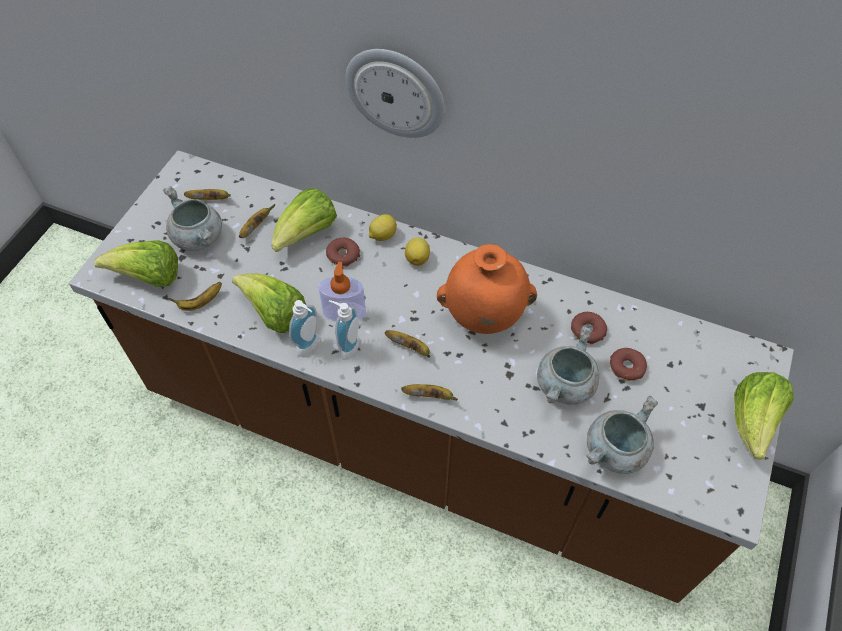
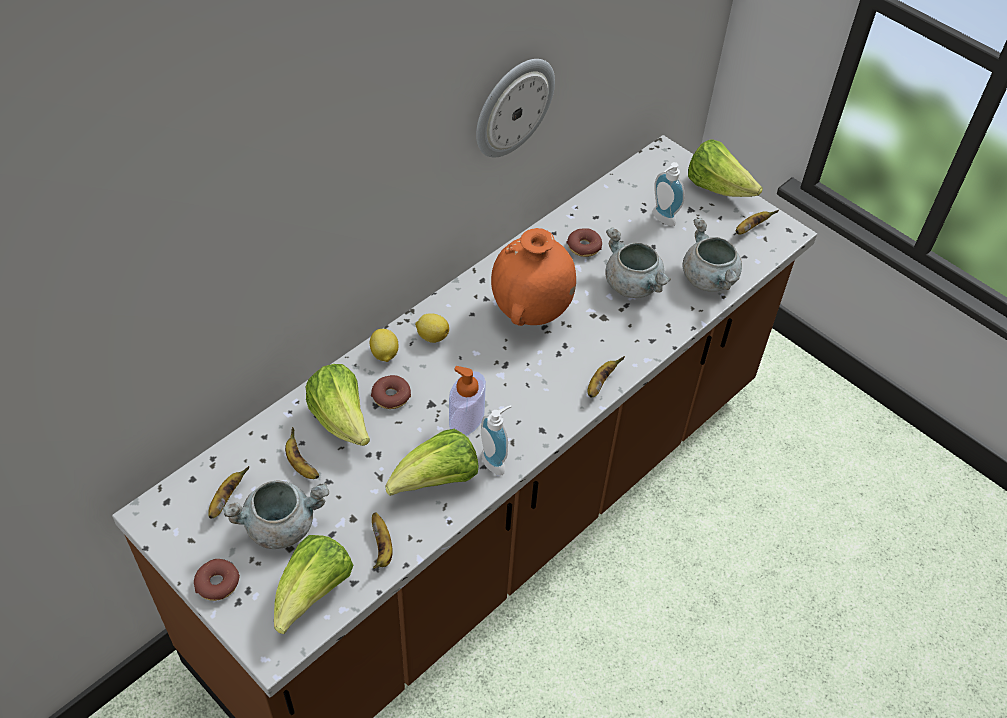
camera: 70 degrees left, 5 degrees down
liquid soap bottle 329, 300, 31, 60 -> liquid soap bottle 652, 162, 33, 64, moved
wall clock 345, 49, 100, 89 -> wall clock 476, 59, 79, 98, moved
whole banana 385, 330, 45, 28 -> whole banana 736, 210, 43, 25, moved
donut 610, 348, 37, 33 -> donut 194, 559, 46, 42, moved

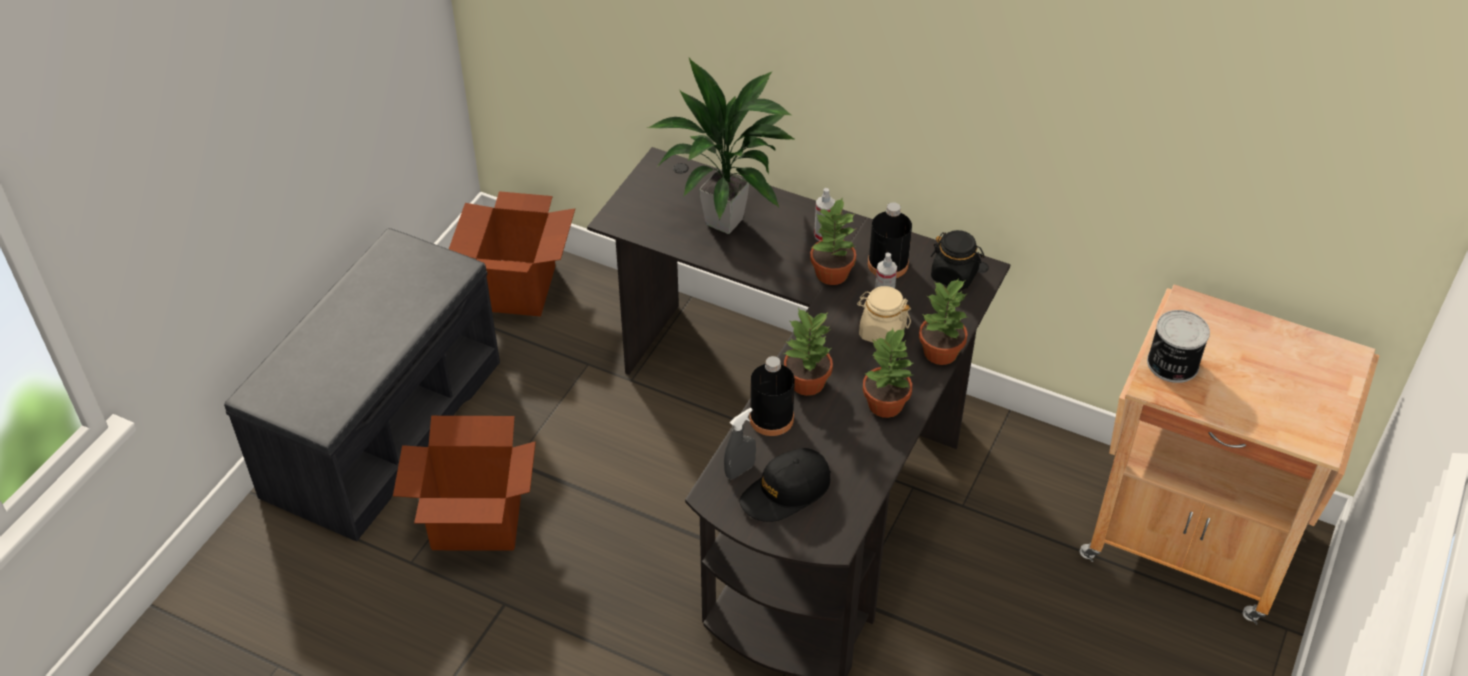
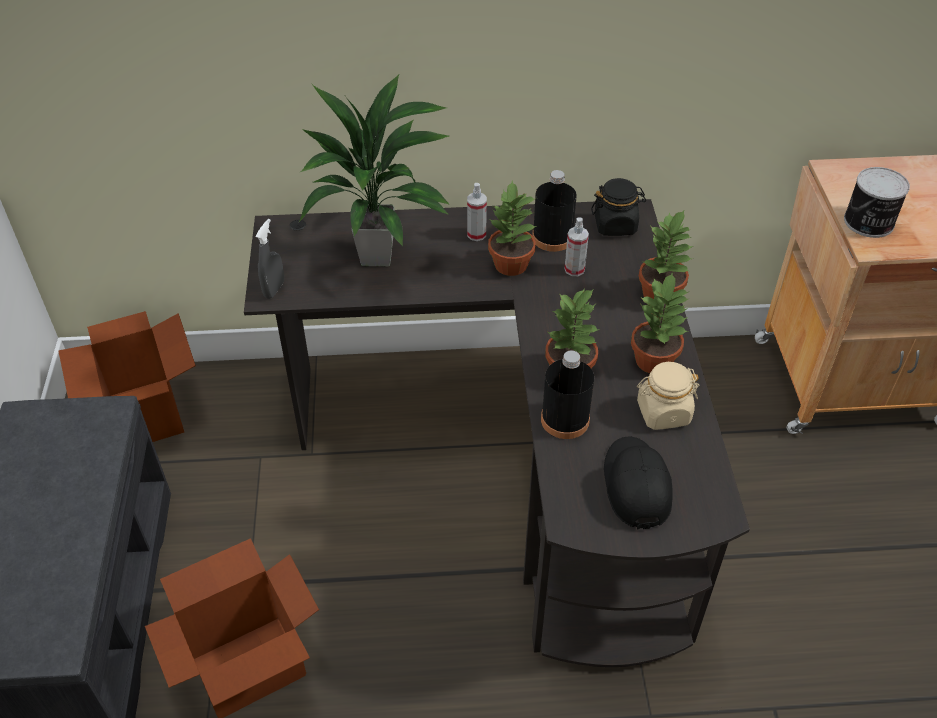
camera: 30 degrees left, 0 degrees up
grey sprayer 724, 408, 32, 71 -> grey sprayer 256, 219, 28, 80, moved
black-coloured cap 739, 448, 92, 74 -> black-coloured cap 604, 437, 69, 92, 150 degrees clockwise
beige storage jar 857, 286, 54, 57 -> beige storage jar 637, 362, 62, 68, moved

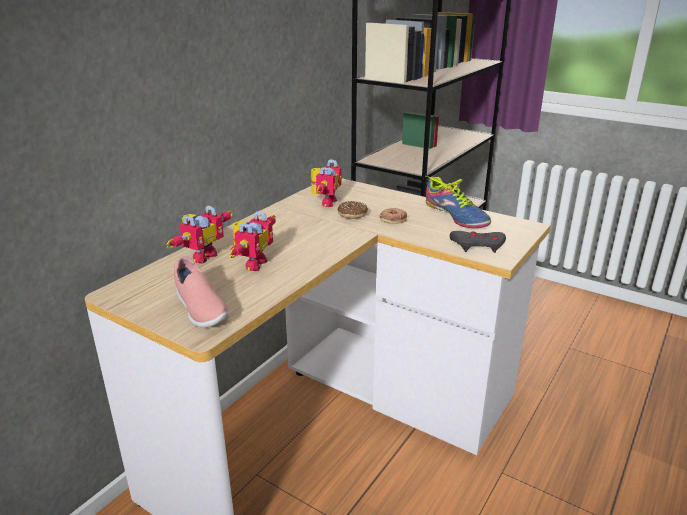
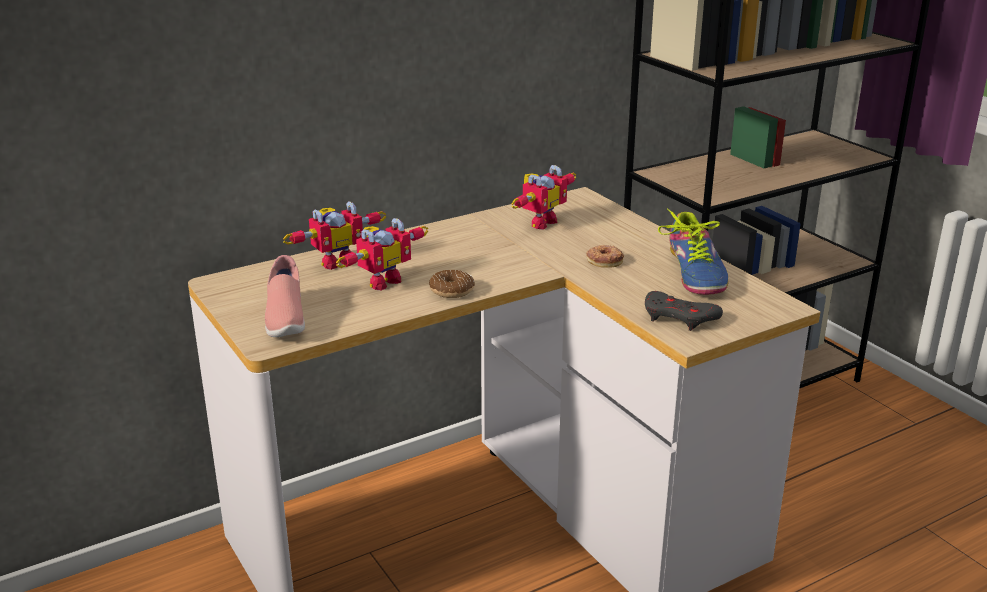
camera: 25 degrees right, 0 degrees up
donut 338, 201, 30, 18 -> donut 429, 270, 46, 28, moved

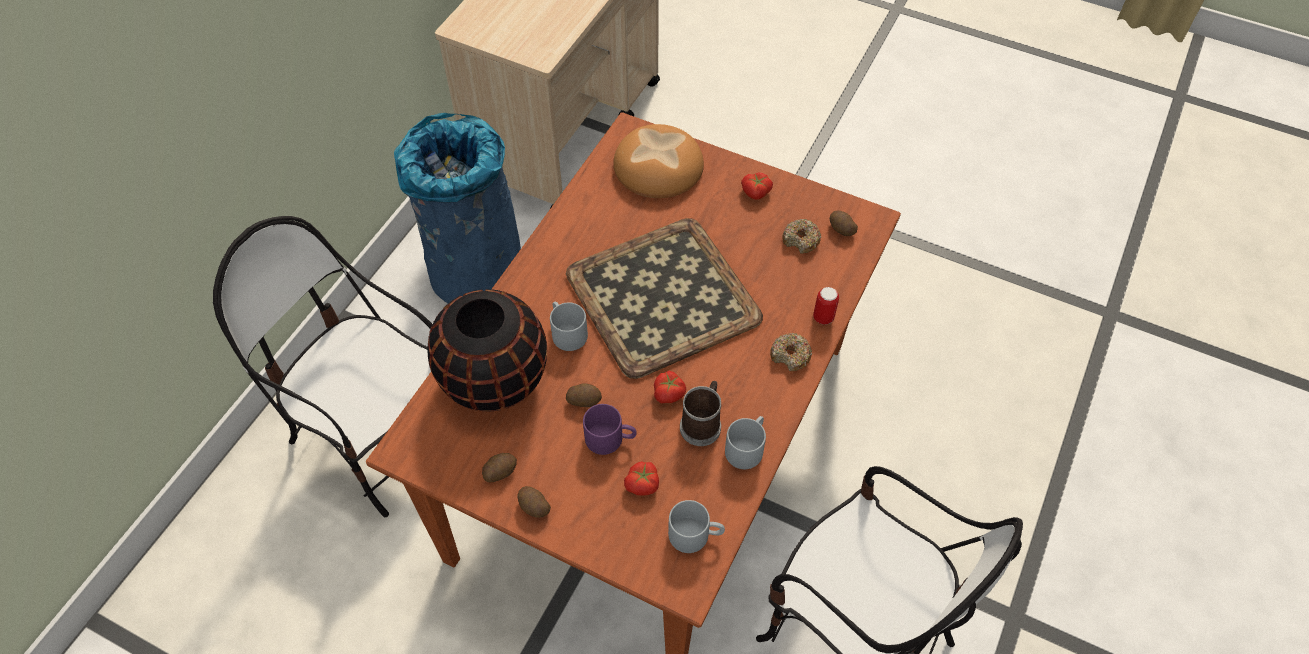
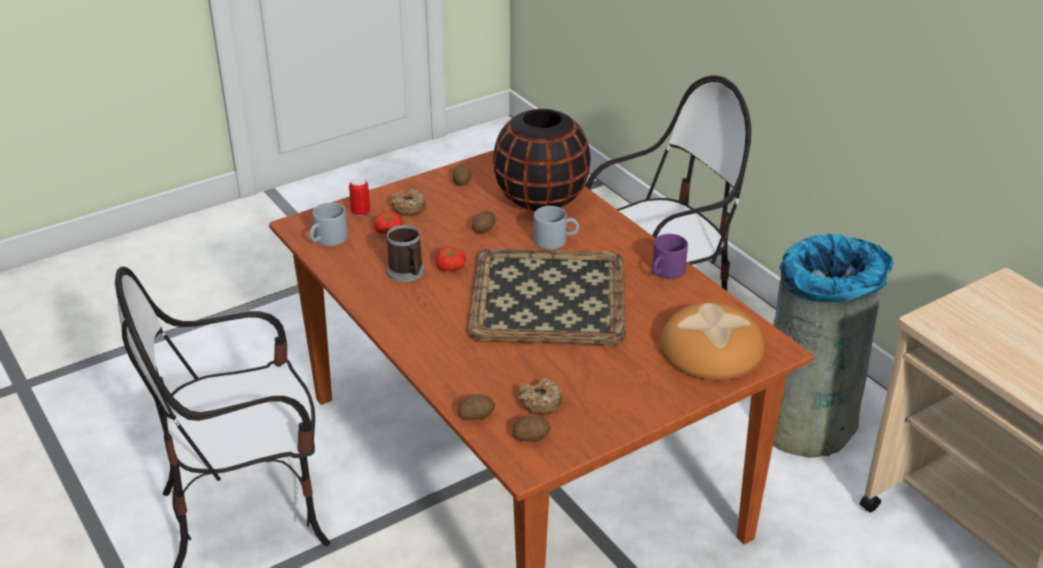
camera: 120 degrees right, 20 degrees down
blue-coloured waste bin 394, 113, 127, 190 -> grey waste bin 773, 234, 121, 224
potato 517, 486, 34, 32 -> potato 458, 394, 37, 26, moved
purple tea mug 583, 404, 53, 51 -> purple tea mug 652, 234, 36, 45, moved
grey tea mug 725, 416, 41, 53 -> none
tomato 741, 172, 32, 28 -> none
donut 770, 333, 42, 38 -> donut 391, 189, 36, 27, moved
can 813, 287, 26, 38 -> can 349, 178, 21, 38, moved

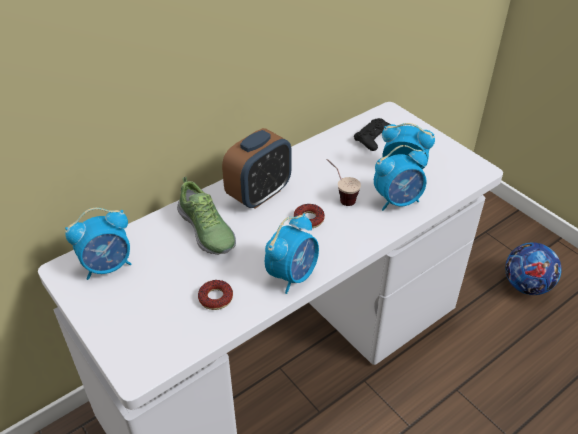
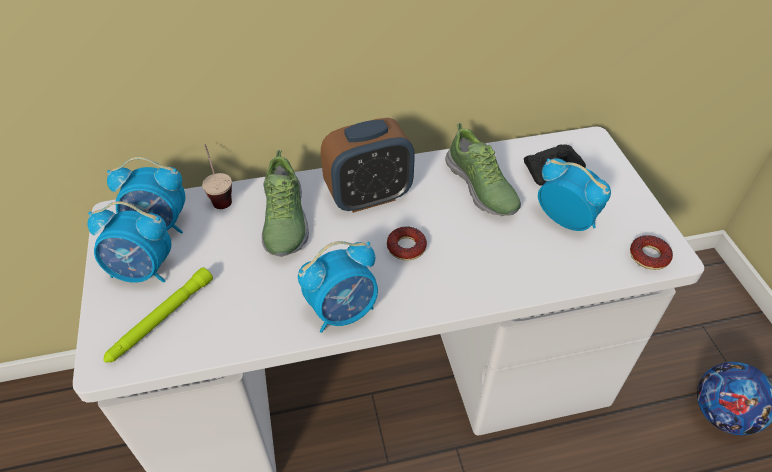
camera: 25 degrees right, 5 degrees up
donut 198, 280, 35, 30 -> donut 630, 235, 43, 35, moved
small cup 326, 159, 35, 47 -> small cup 202, 144, 30, 65, moved
table clock 374, 145, 54, 66 -> table clock 88, 201, 84, 82, moved
none -> greenish flashlight 103, 267, 110, 96
none -> shoe 445, 123, 76, 93

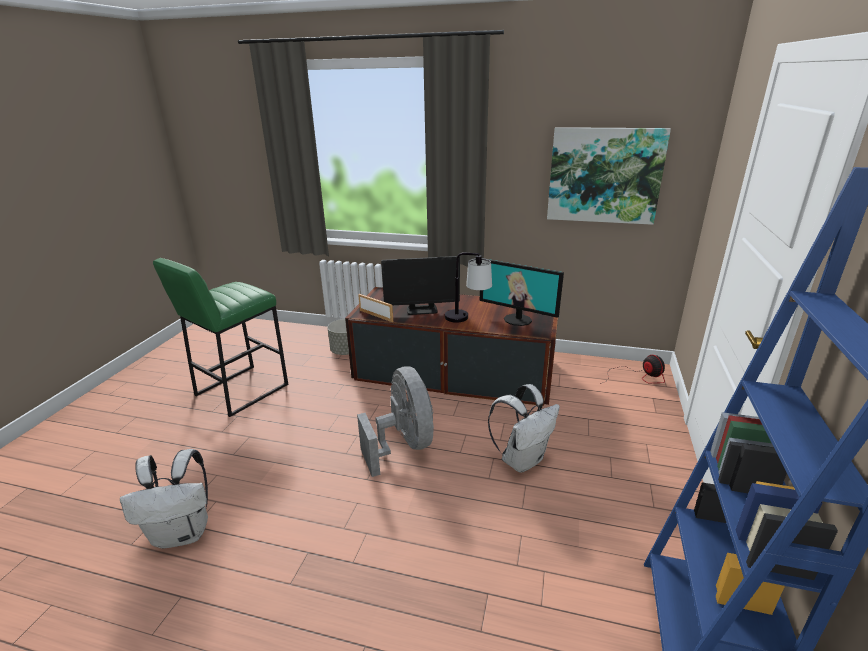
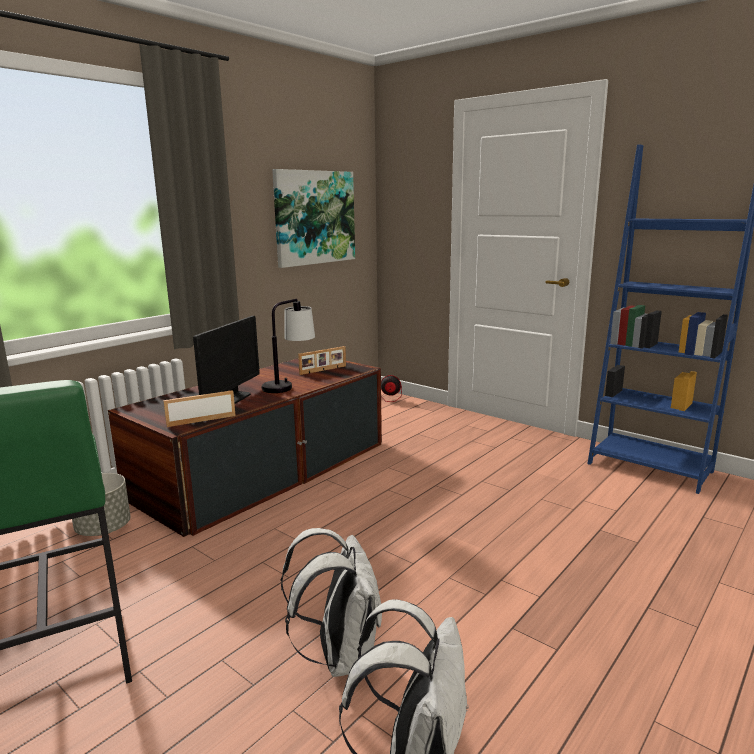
camera: 65 degrees left, 10 degrees down
grey cooling fan 357, 366, 77, 111 -> none
computer screen 479, 259, 85, 67 -> picture frame 298, 346, 48, 29
white rucksack 488, 384, 72, 88 -> white rucksack 281, 528, 101, 149, moved

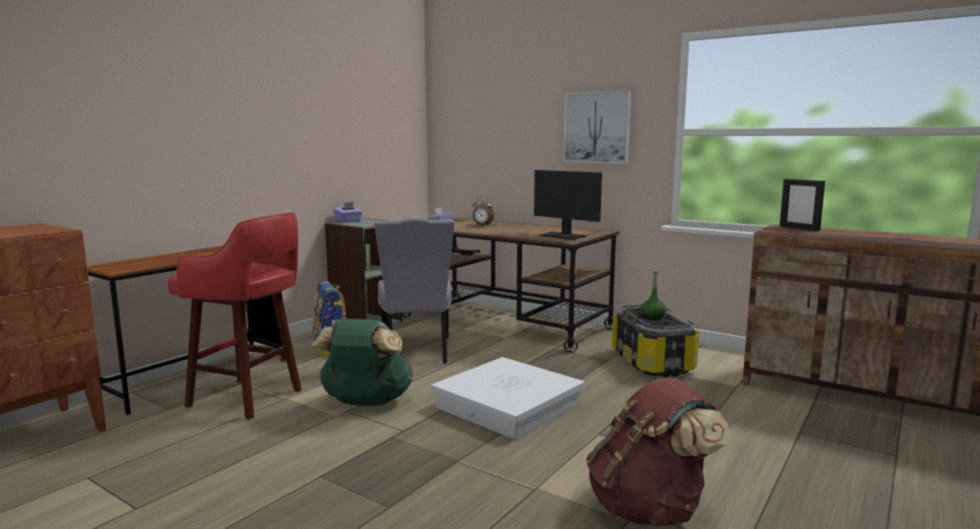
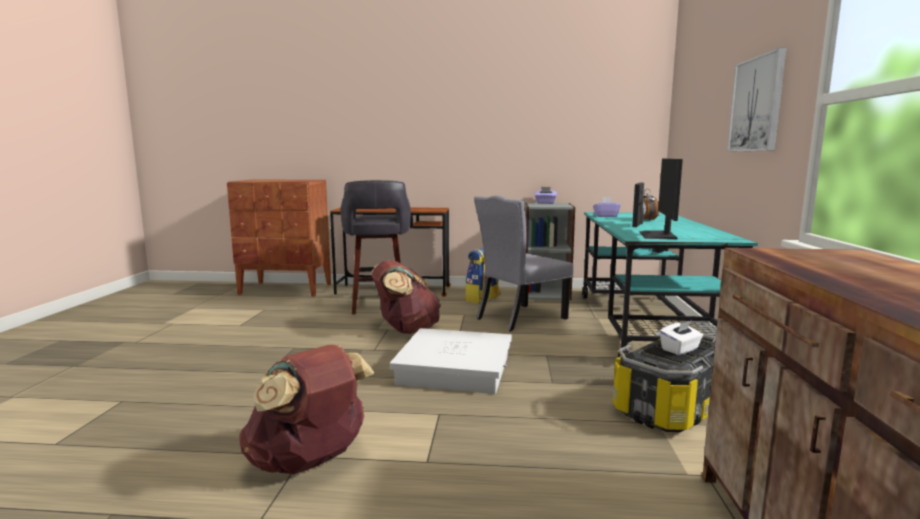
camera: 60 degrees right, 0 degrees up
red-coloured stool 168, 213, 134, 206 -> grey stool 340, 180, 71, 134
greenish rucksack 312, 319, 101, 87 -> brown rucksack 371, 260, 70, 74
brown desk table 402, 217, 217, 136 -> turquoise-coloured desk table 582, 212, 176, 145
greenish drink bottle 641, 271, 25, 48 -> white box of tissues 660, 320, 43, 35
picture frame 780, 179, 45, 52 -> picture frame 632, 183, 12, 44, moved

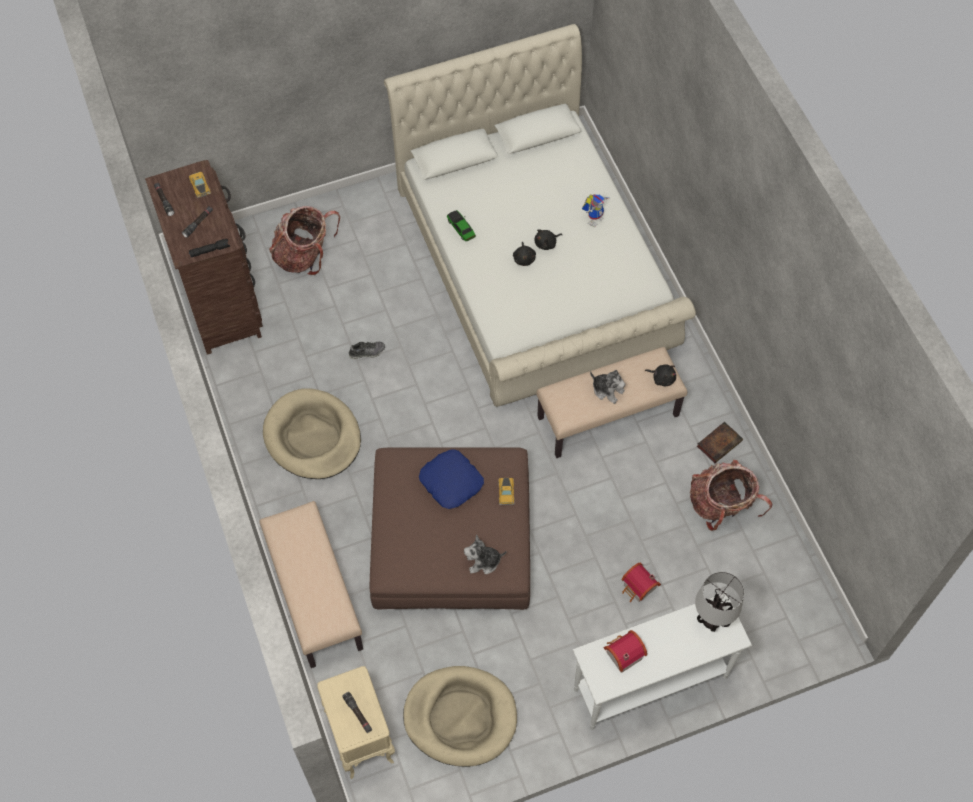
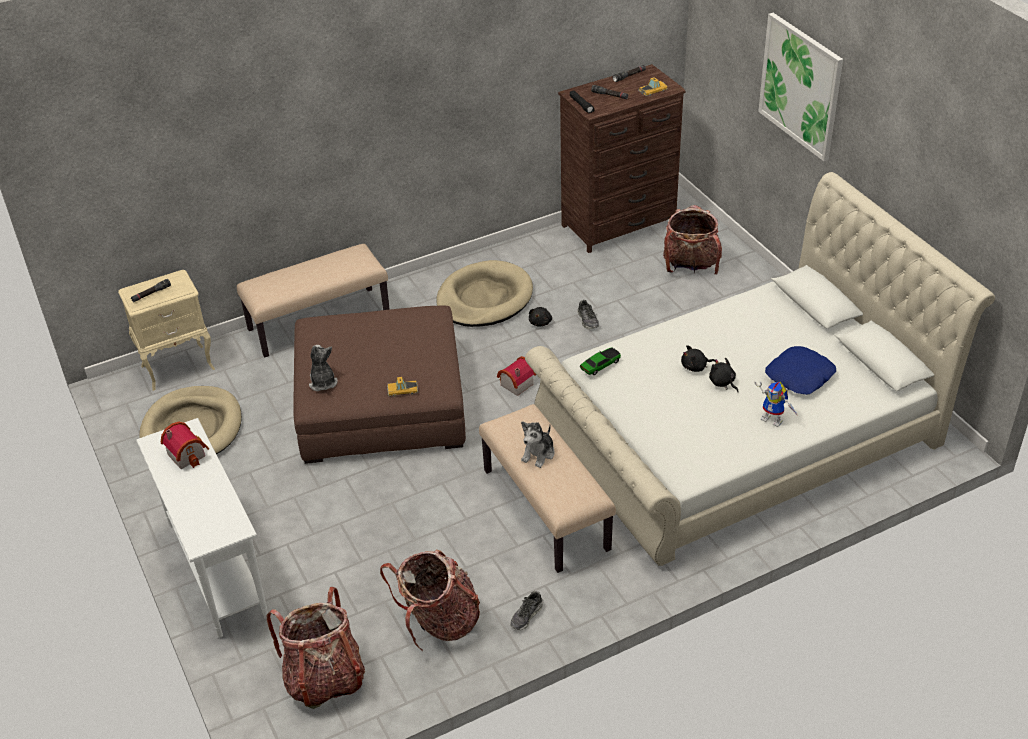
camera: 85 degrees right, 20 degrees down
blue-coloured cushion 419, 449, 65, 60 -> blue-coloured cushion 765, 346, 71, 49, moved
model car 447, 210, 29, 32 -> model car 580, 347, 41, 28, moved
model house 621, 562, 40, 40 -> model house 497, 356, 39, 40, moved
black-coloured soft toy 645, 364, 31, 22 -> black-coloured soft toy 529, 307, 23, 19, moved
lamp for a table 695, 572, 49, 60 -> none
book 697, 422, 46, 41 -> shoe 510, 591, 33, 39
none -> rucksack 266, 587, 99, 122
none -> wall art 758, 13, 85, 148

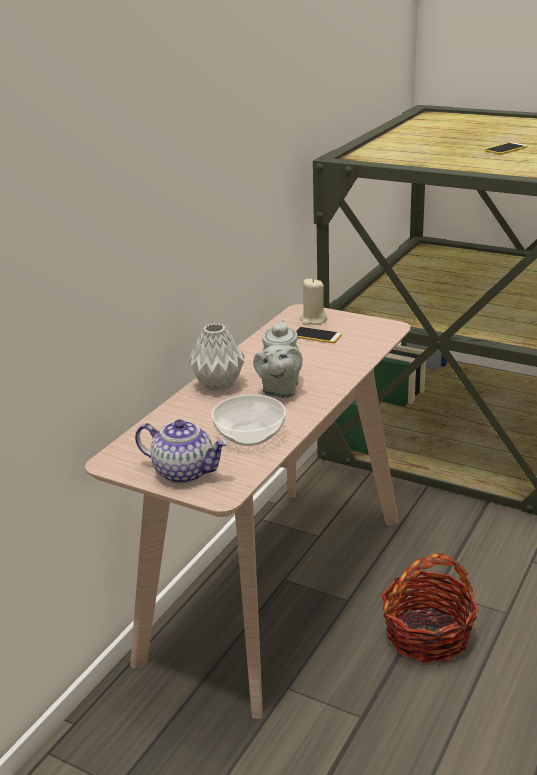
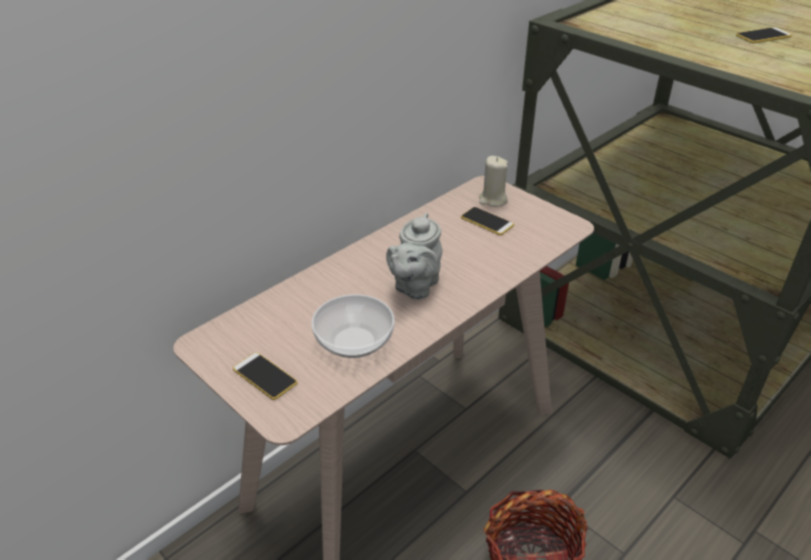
camera: 15 degrees right, 10 degrees up
tea pot 135, 420, 93, 64 -> telephone 233, 352, 64, 48
grey flower vase 188, 323, 57, 69 -> none

